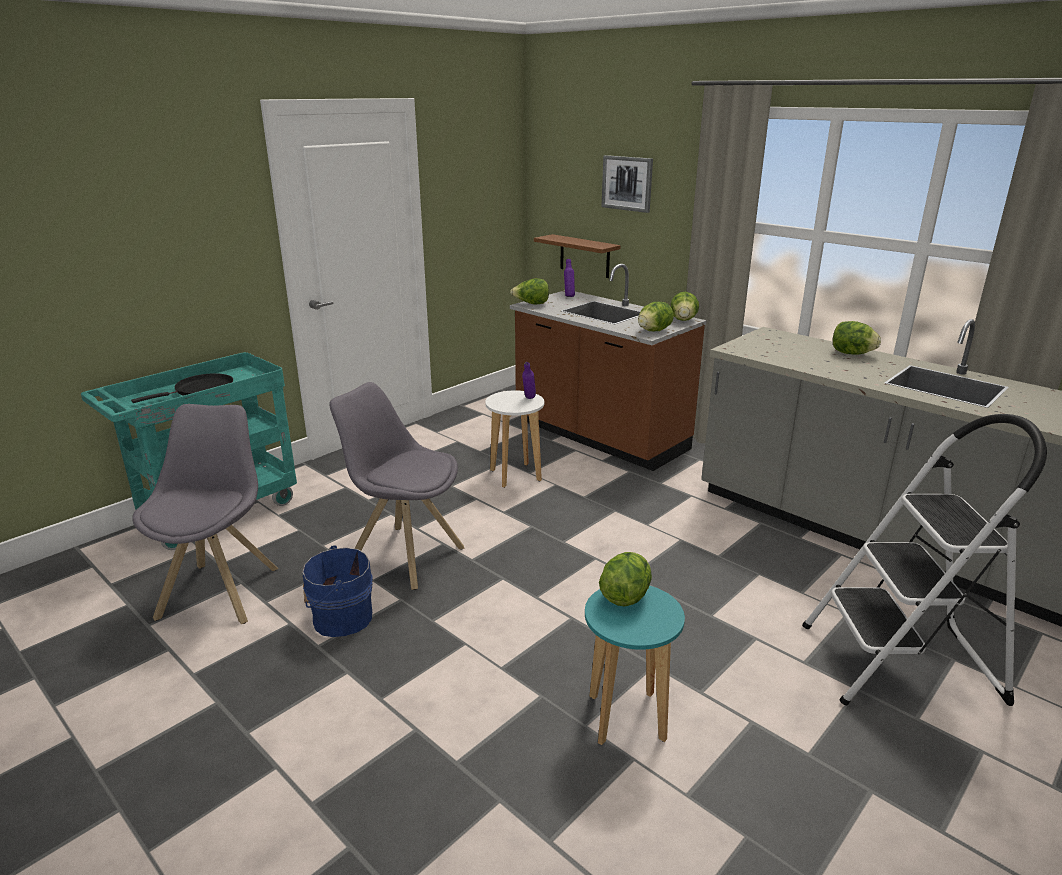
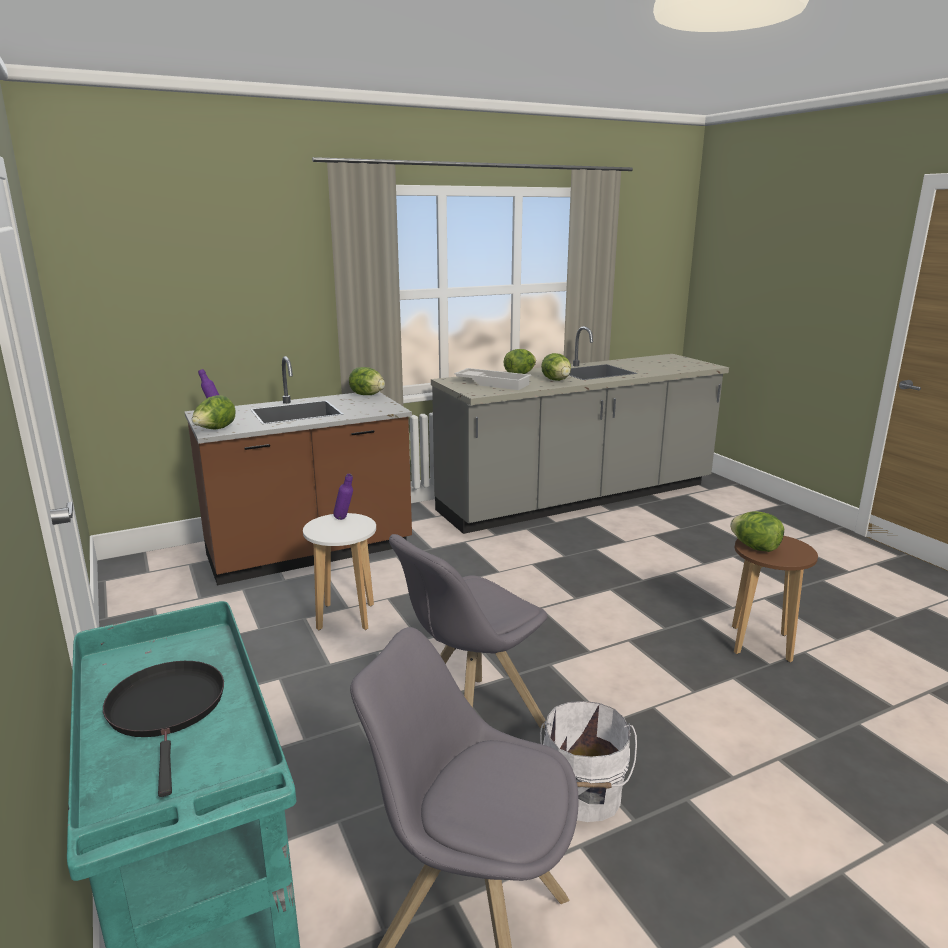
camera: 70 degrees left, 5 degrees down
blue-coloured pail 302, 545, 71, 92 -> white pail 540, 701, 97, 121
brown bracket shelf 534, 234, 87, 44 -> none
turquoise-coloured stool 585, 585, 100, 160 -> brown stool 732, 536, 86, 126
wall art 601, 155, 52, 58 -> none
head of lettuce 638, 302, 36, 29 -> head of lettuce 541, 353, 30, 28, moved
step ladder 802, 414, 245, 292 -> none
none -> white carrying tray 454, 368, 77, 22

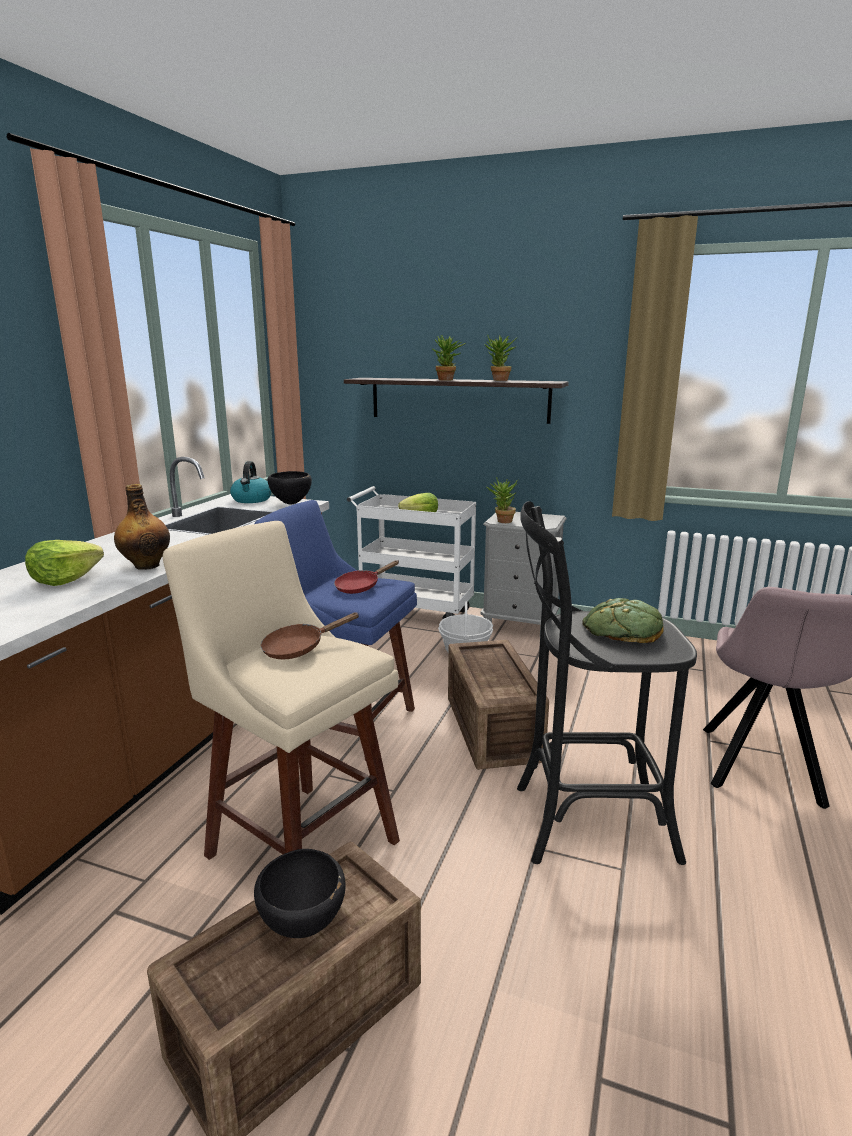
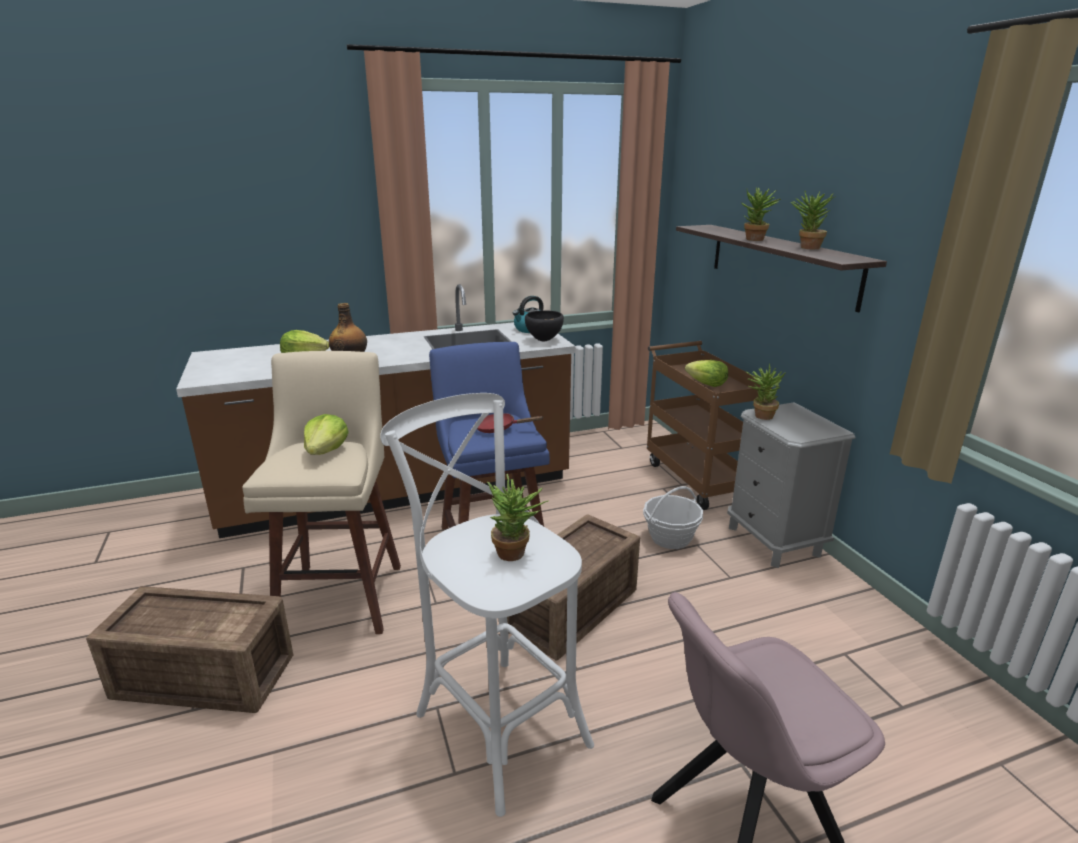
camera: 50 degrees right, 5 degrees up
black-coloured deep dish 254, 849, 91, 89 -> none
brown skillet 261, 612, 99, 47 -> head of lettuce 304, 414, 45, 41
white wheeled cart 347, 486, 129, 133 -> brown wheeled cart 647, 341, 125, 169
black-coloured stool 517, 501, 180, 364 -> white stool 380, 393, 214, 424
baked bread 582, 598, 81, 45 -> plant in a pot 487, 474, 62, 87

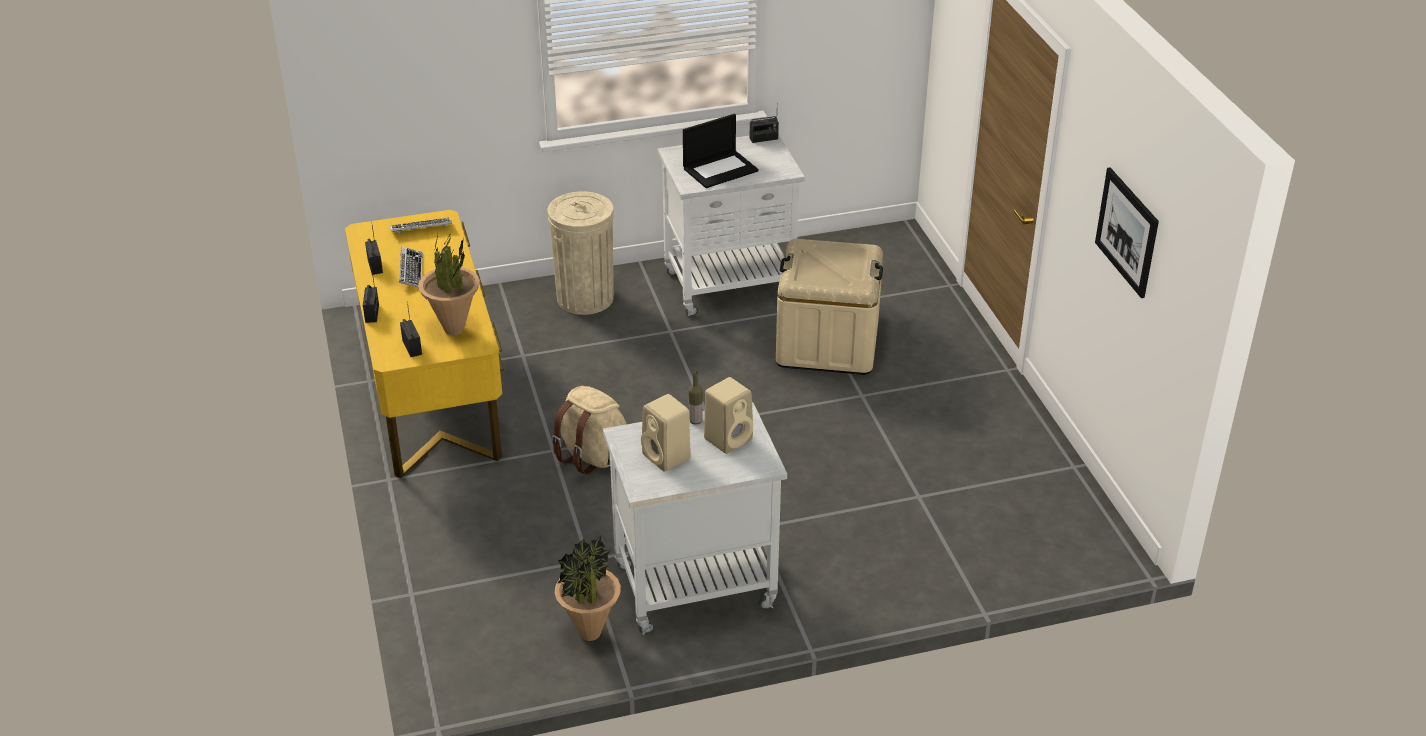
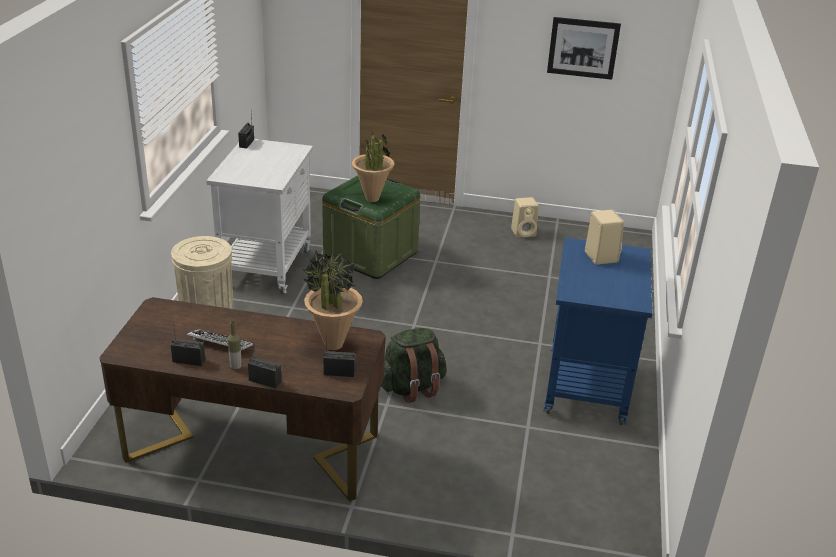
camera: 65 degrees left, 5 degrees down
yellow-coloured desk table 345, 210, 159, 268 -> brown desk table 99, 297, 287, 205
keyboard 390, 218, 62, 15 -> none
beige rucksack 552, 386, 74, 89 -> greenish rucksack 381, 328, 66, 75
plant in a pot 555, 536, 66, 105 -> plant in a pot 352, 129, 42, 73, moved
white wheeled cart 603, 402, 184, 233 -> blue-coloured wheeled cart 543, 238, 110, 187
beige audio speaker 641, 394, 50, 78 -> beige audio speaker 511, 197, 28, 41, moved
laptop 683, 114, 76, 74 -> none
drink bottle 688, 371, 15, 54 -> drink bottle 227, 321, 15, 49, moved
beige storage container 776, 239, 107, 136 -> greenish storage container 322, 175, 98, 104

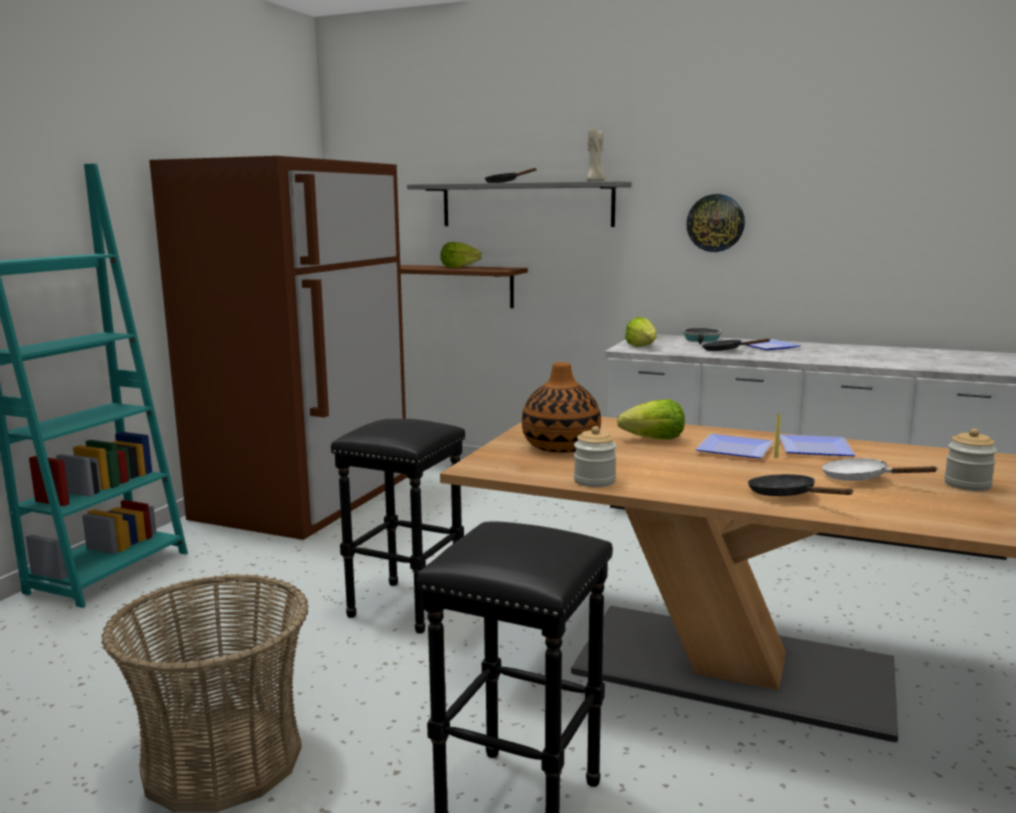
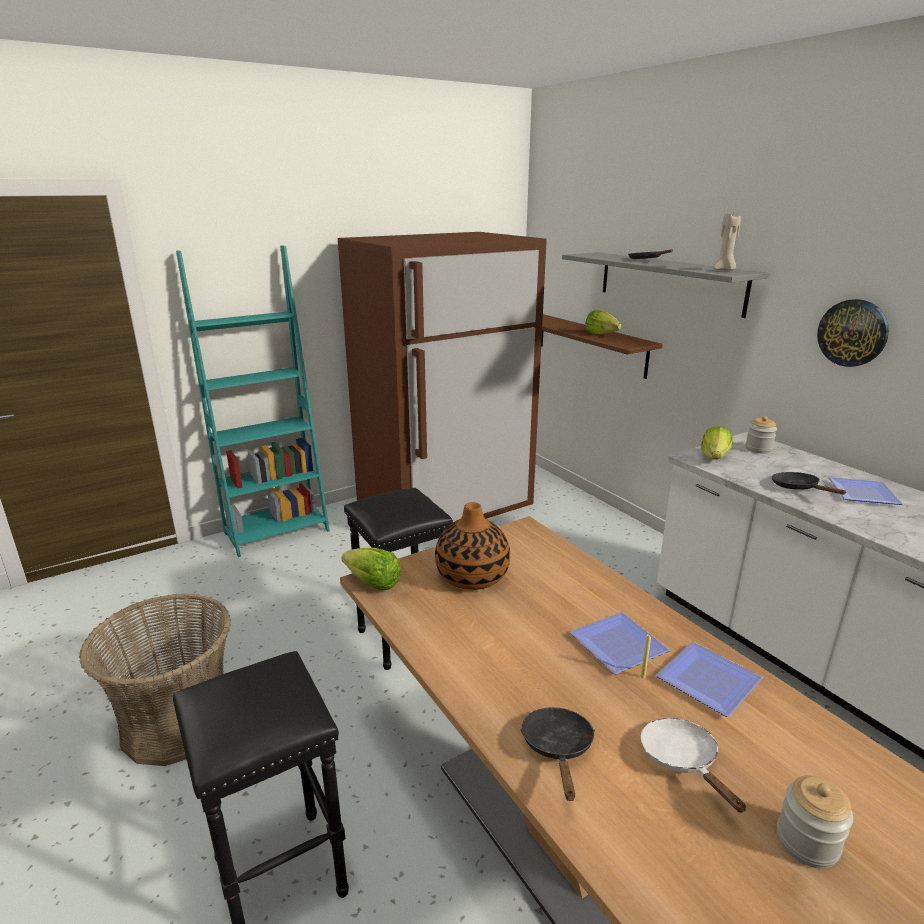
camera: 35 degrees right, 10 degrees up
storage jar 574, 426, 43, 61 -> storage jar 745, 416, 32, 38, moved
head of lettuce 617, 399, 68, 41 -> head of lettuce 341, 548, 60, 42, moved
skillet 683, 328, 39, 17 -> none

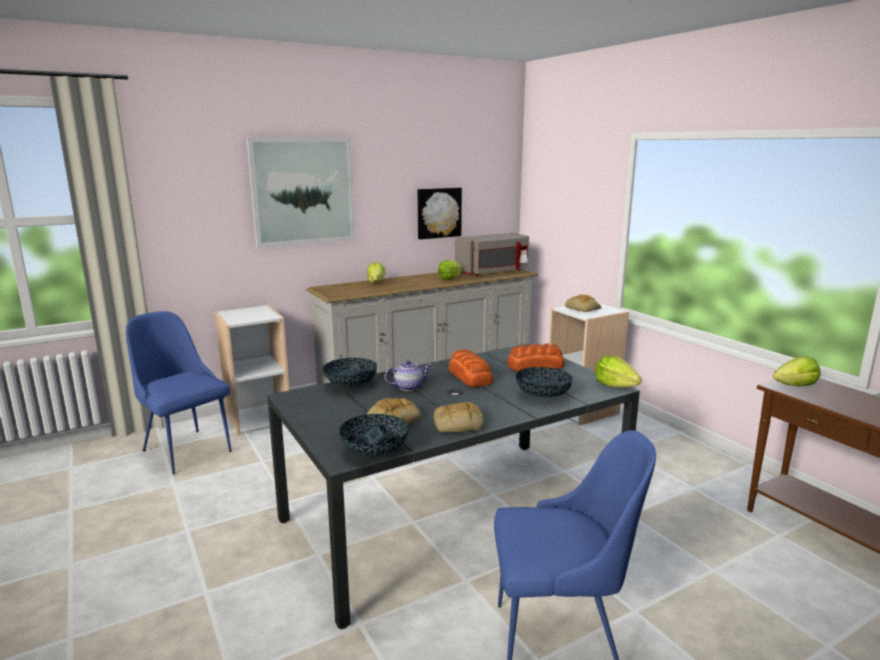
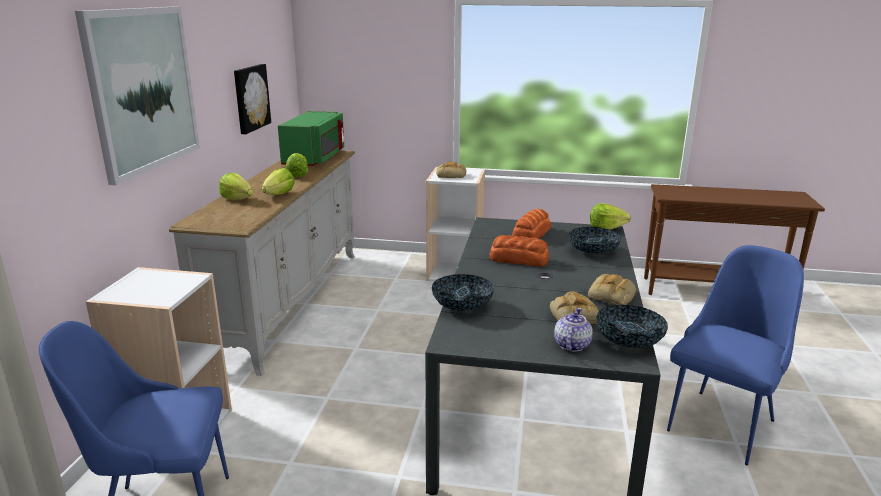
camera: 50 degrees left, 5 degrees up
tea pot 385, 360, 47, 31 -> tea pot 554, 308, 39, 44, moved
grey microwave 455, 233, 74, 43 -> greenish microwave 278, 111, 66, 55
head of lettuce 773, 357, 48, 29 -> head of lettuce 262, 168, 33, 27, moved

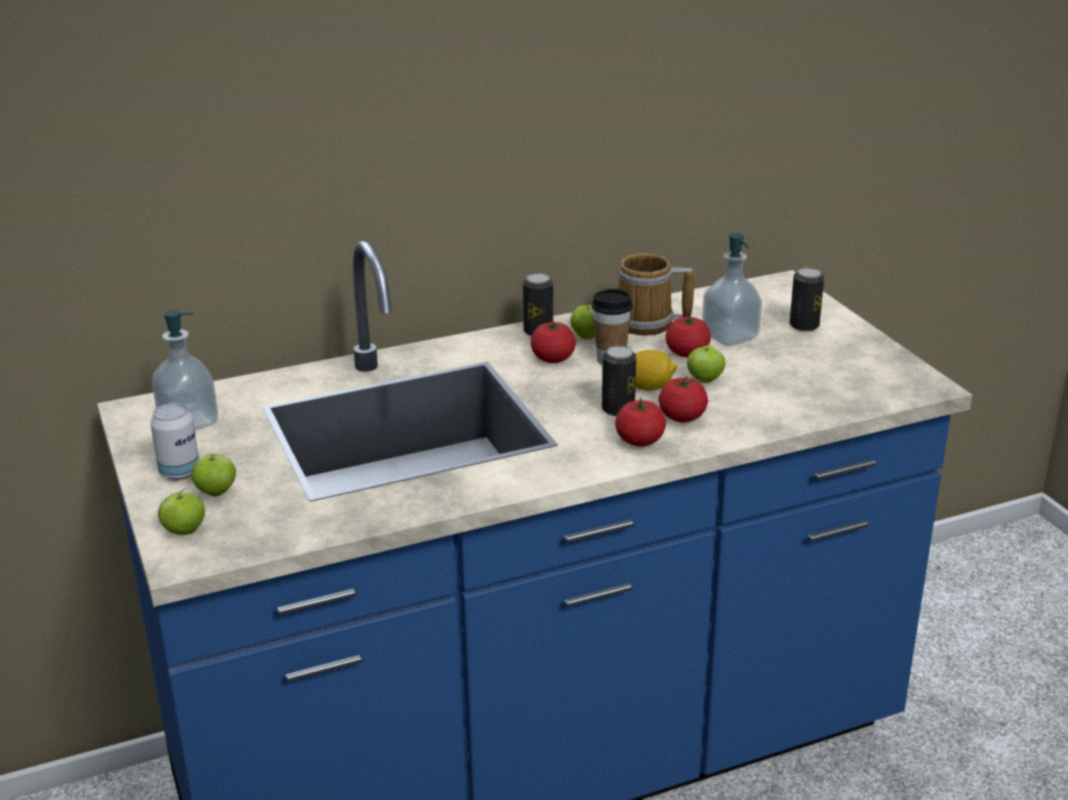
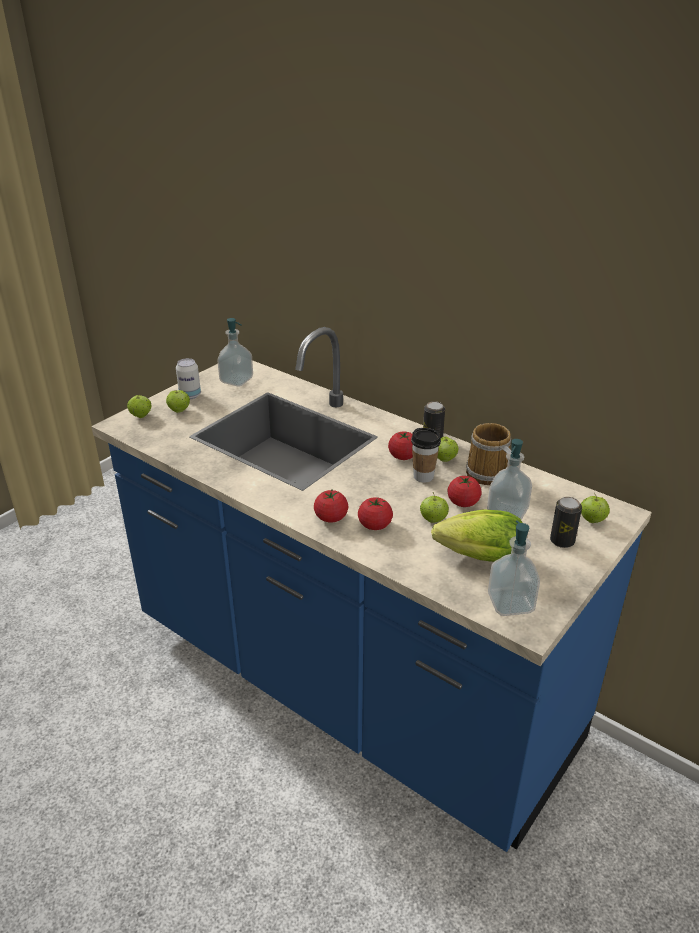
camera: 60 degrees right, 5 degrees up
can 602, 345, 34, 71 -> none
whole lemon 635, 350, 42, 41 -> none
none -> head of lettuce 431, 509, 92, 53
none -> liquid soap bottle 488, 520, 52, 96
none -> apple fruit 581, 493, 29, 30

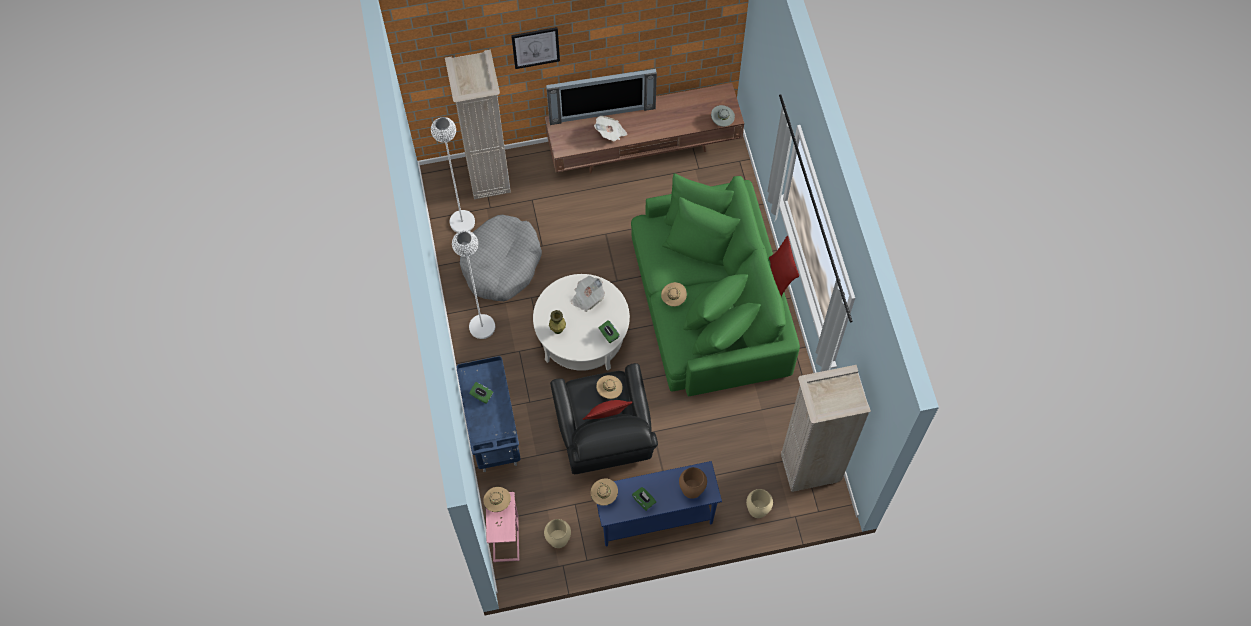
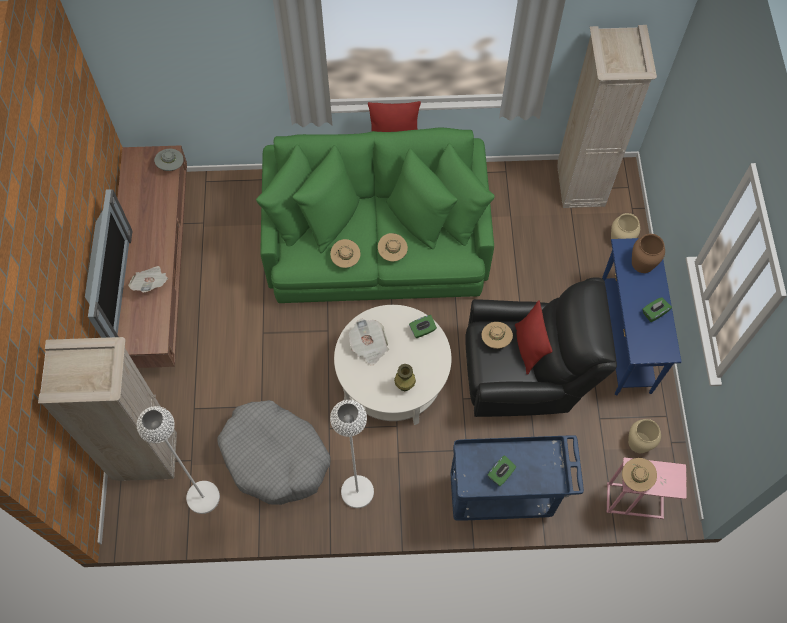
camera: 80 degrees left, 0 degrees up
wall art 511, 27, 49, 42 -> none
beige hat 590, 479, 28, 27 -> beige hat 330, 239, 31, 29, moved

